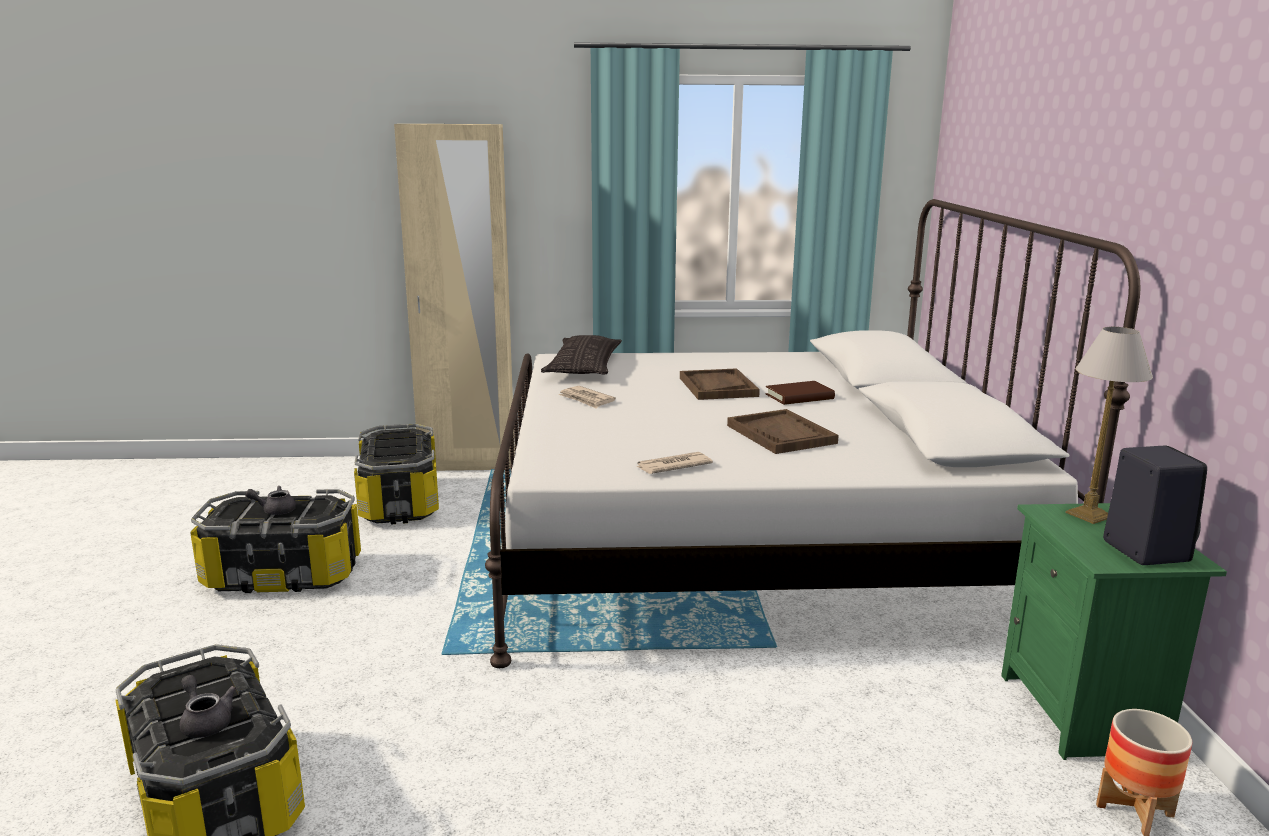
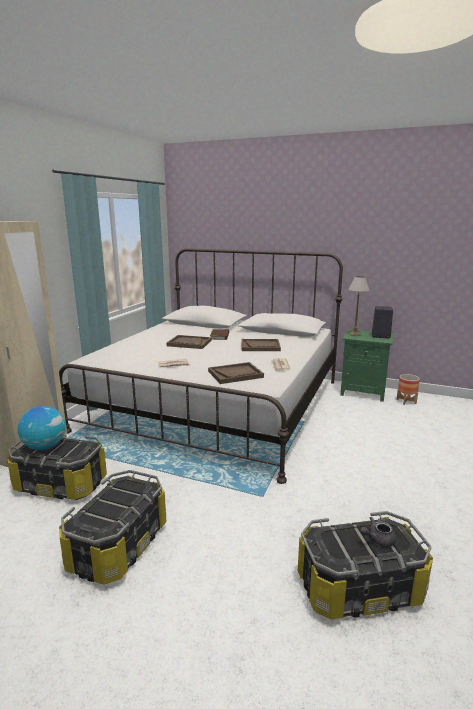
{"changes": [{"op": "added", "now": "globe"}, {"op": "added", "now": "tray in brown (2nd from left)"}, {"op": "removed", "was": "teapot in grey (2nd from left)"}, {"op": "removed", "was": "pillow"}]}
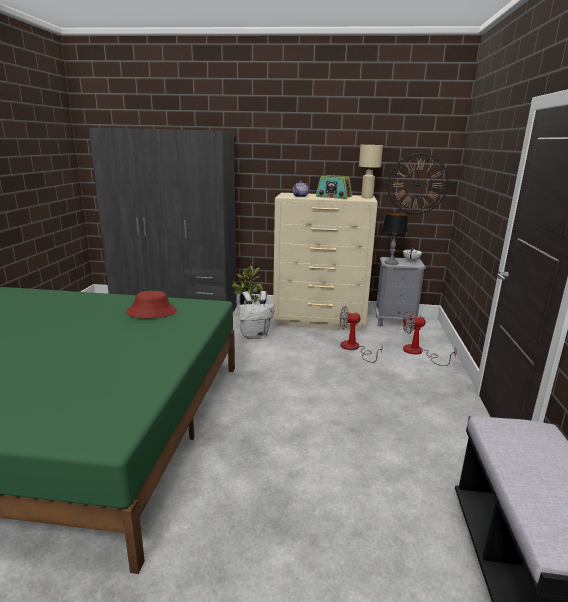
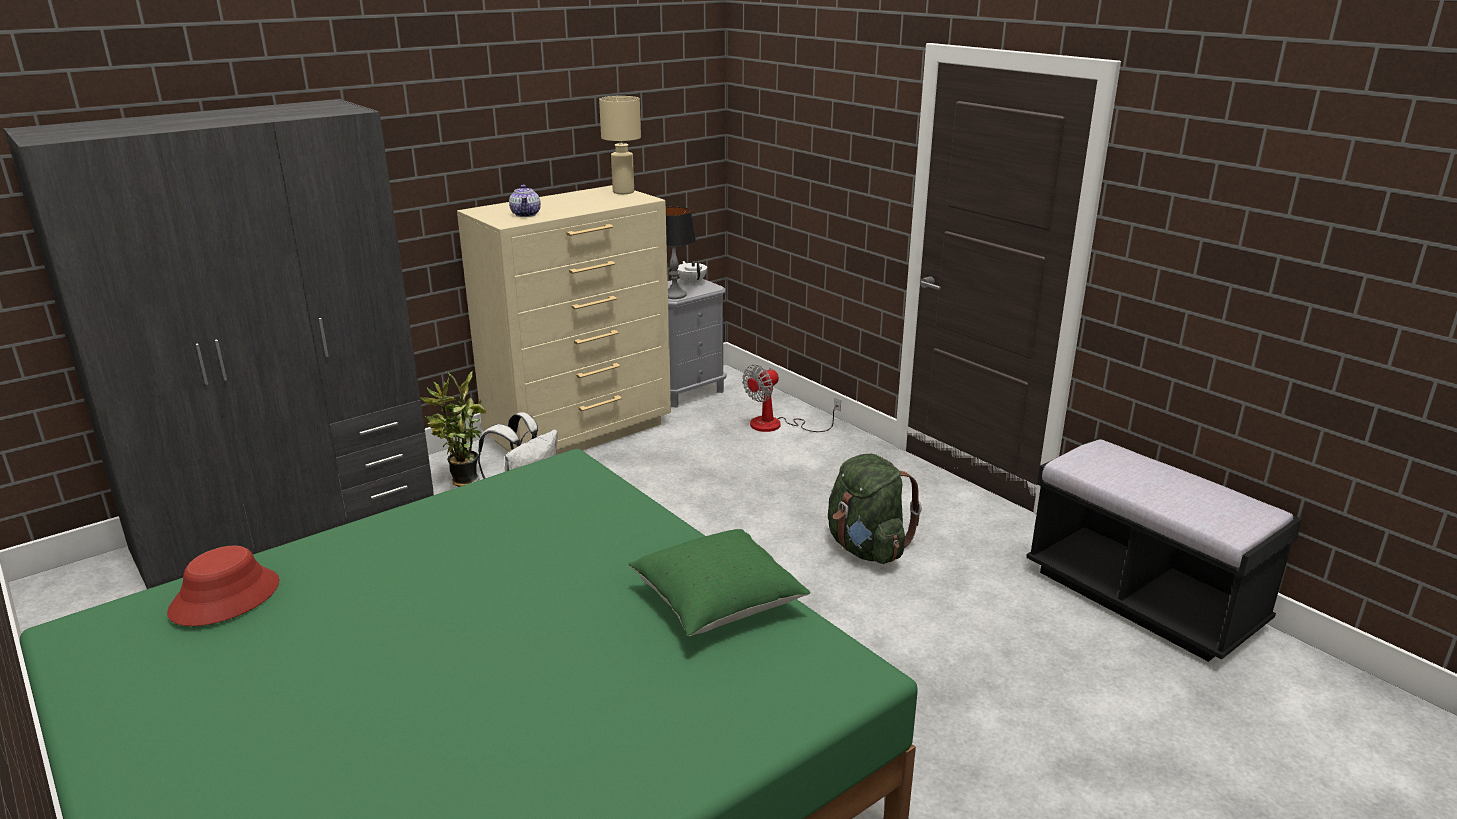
{"changes": [{"op": "moved", "was": "hat in red"}, {"op": "added", "now": "pillow in green"}, {"op": "added", "now": "backpack in green"}, {"op": "removed", "was": "radio"}, {"op": "removed", "was": "fan (1st from left)"}, {"op": "removed", "was": "wall clock"}]}
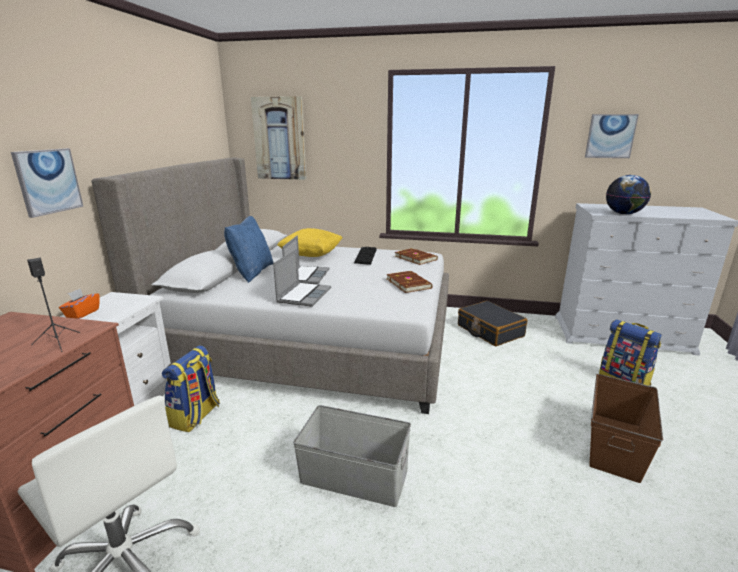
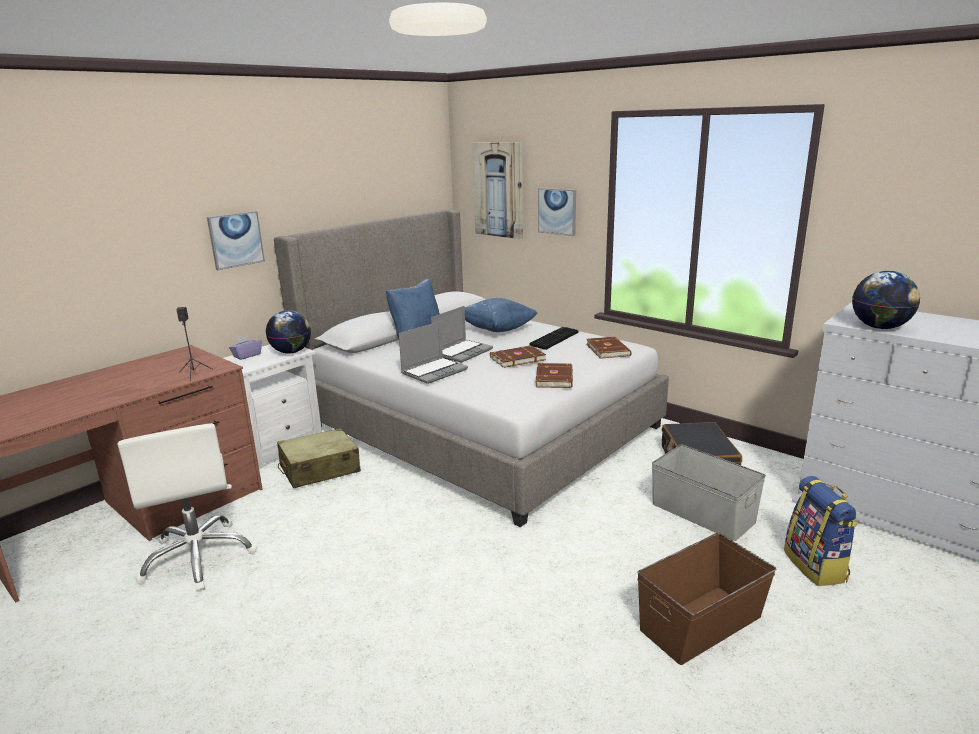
{"changes": [{"op": "recoloured", "was": "tissue box in orange", "now": "tissue box in purple"}, {"op": "added", "now": "globe (1st from left)"}, {"op": "replaced", "was": "backpack (1st from left)", "now": "suitcase in beige"}, {"op": "recoloured", "was": "pillow in yellow", "now": "pillow in blue (2nd from left)"}, {"op": "added", "now": "book in brown (1st from left)"}, {"op": "moved", "was": "picture (3rd from left)"}, {"op": "moved", "was": "storage box in grey"}]}
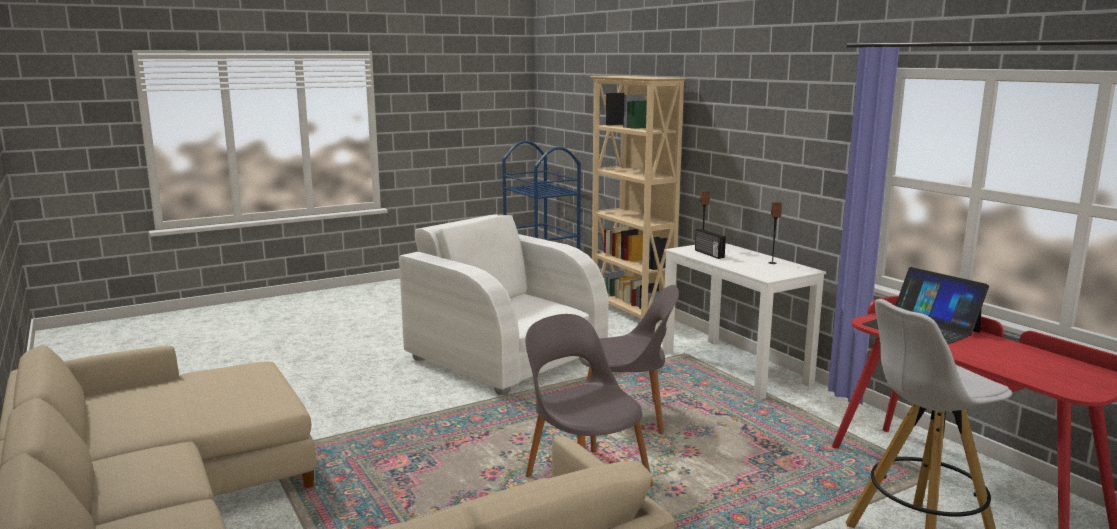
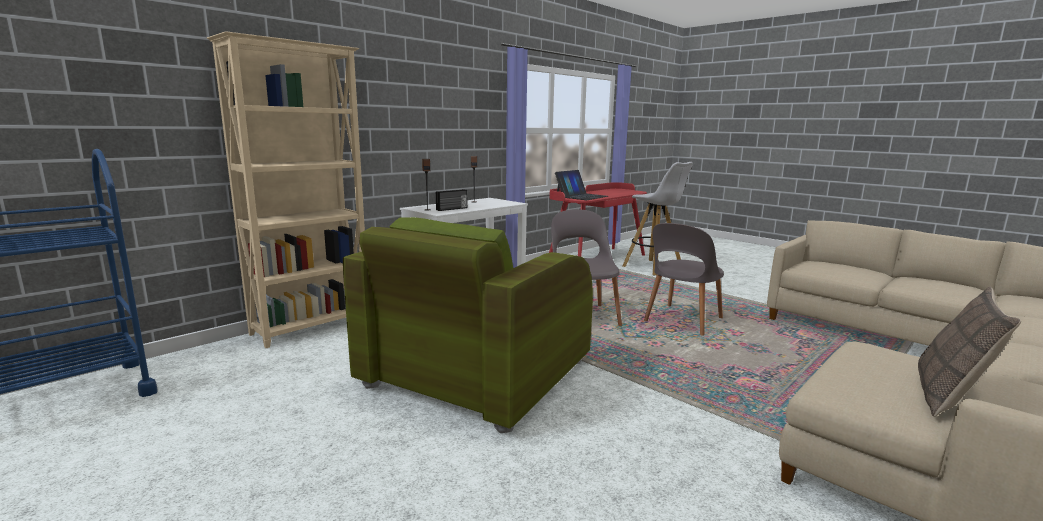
{"changes": [{"op": "recoloured", "was": "armchair in white", "now": "armchair in green"}, {"op": "added", "now": "pillow"}]}
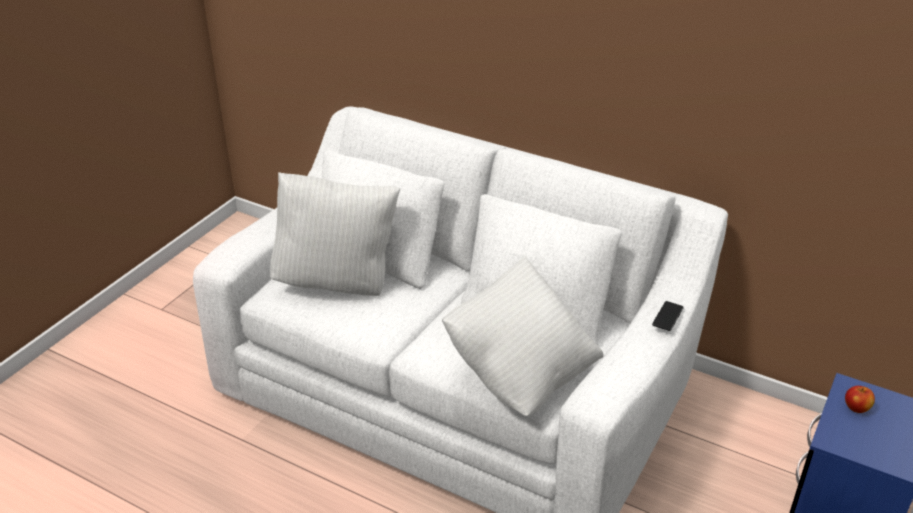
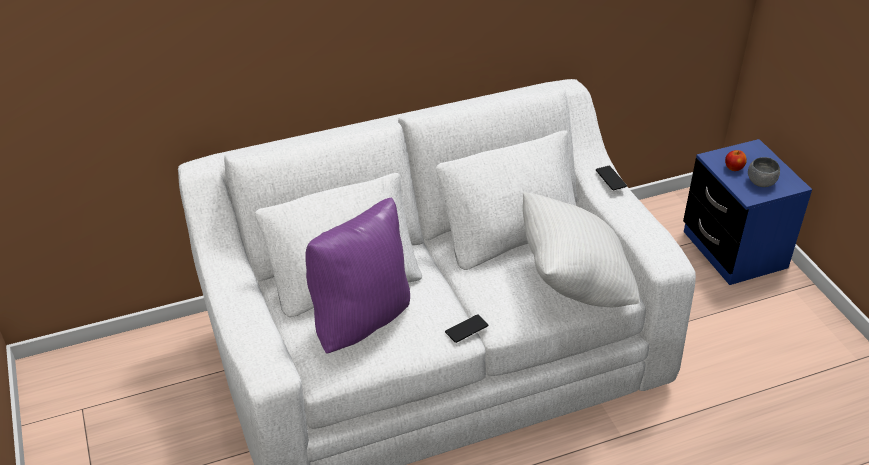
{"changes": [{"op": "recoloured", "was": "pillow in white (1st from left)", "now": "pillow in purple"}, {"op": "added", "now": "phone (1st from left)"}, {"op": "added", "now": "bowl in grey"}]}
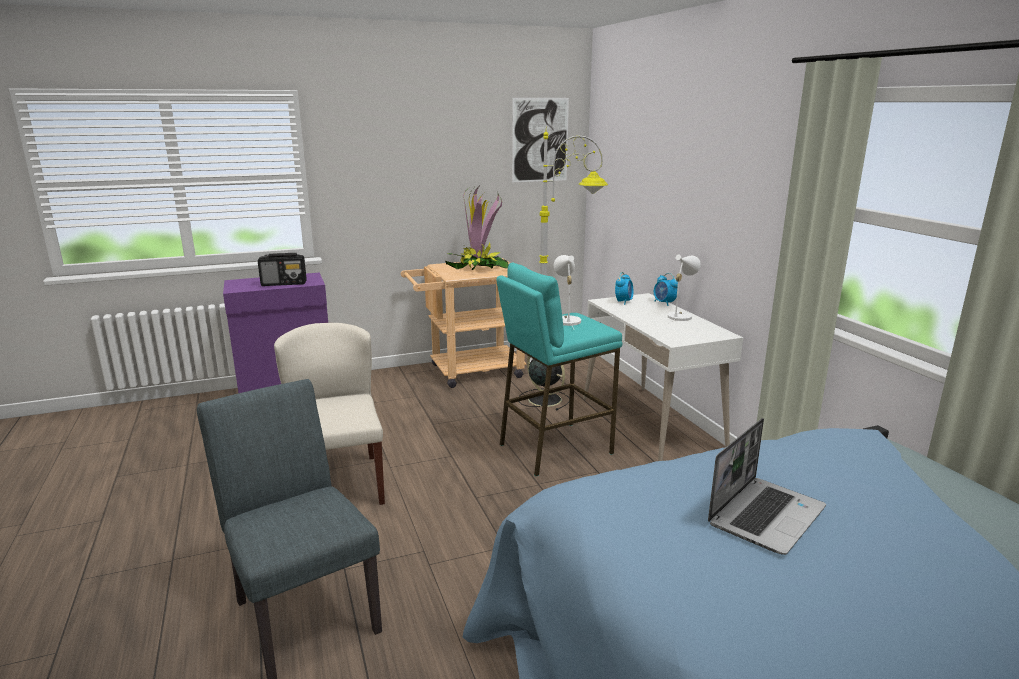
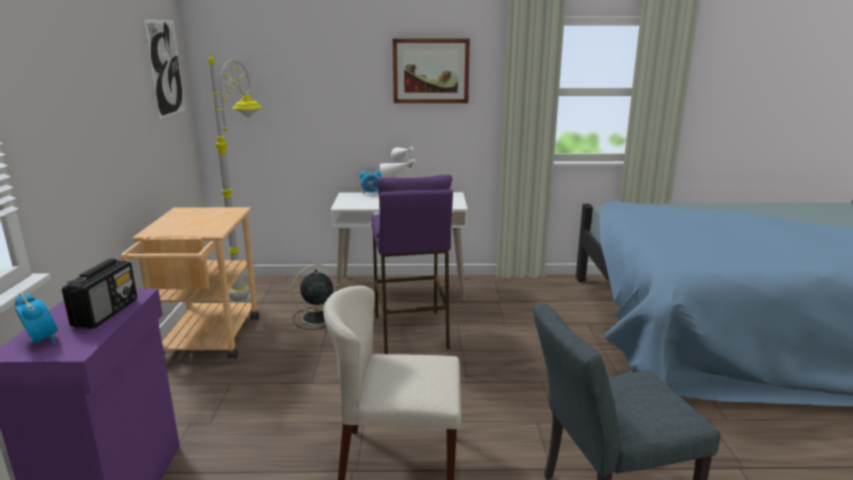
{"changes": [{"op": "moved", "was": "alarm clock (1st from left)"}, {"op": "recoloured", "was": "stool in turquoise", "now": "stool in purple"}, {"op": "added", "now": "picture (2nd from left)"}, {"op": "removed", "was": "potted plant"}, {"op": "removed", "was": "laptop"}]}
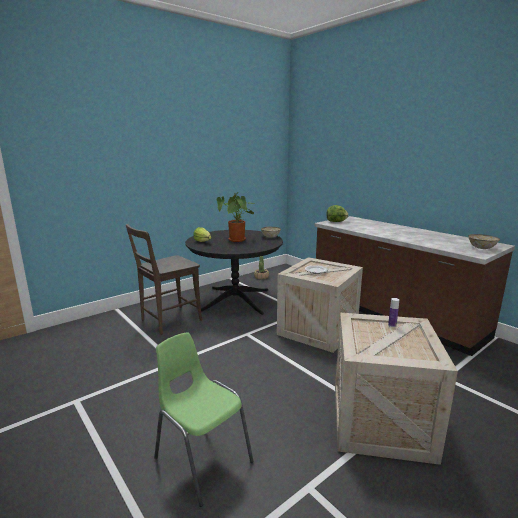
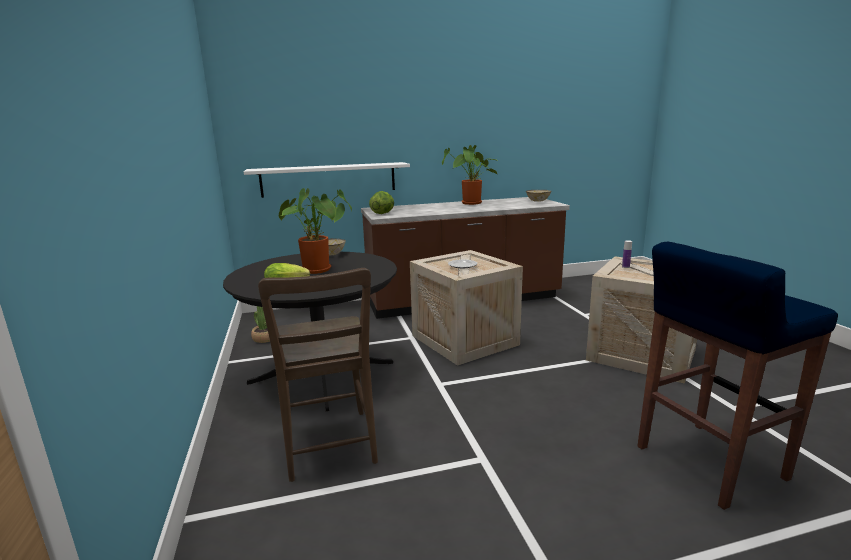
{"changes": [{"op": "added", "now": "shelf in white"}, {"op": "added", "now": "potted plant (3rd from left)"}, {"op": "replaced", "was": "chair in green", "now": "stool in blue"}]}
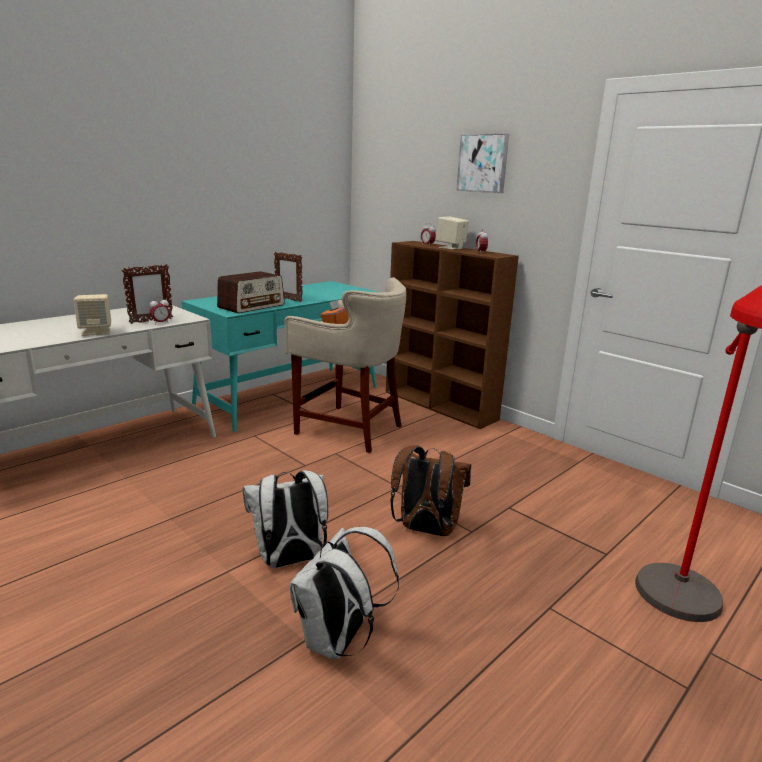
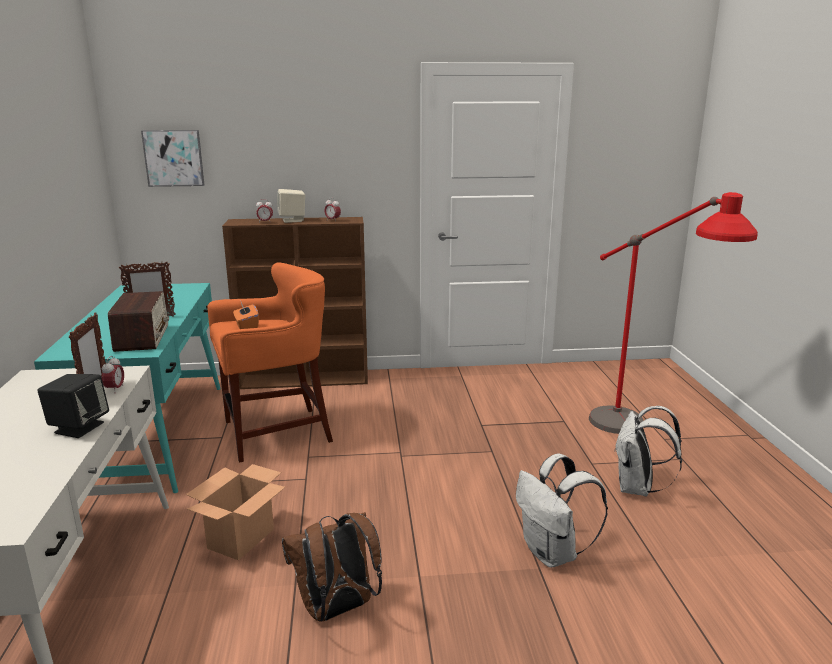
{"changes": [{"op": "recoloured", "was": "speaker in beige (1st from left)", "now": "speaker in black"}, {"op": "moved", "was": "picture"}, {"op": "added", "now": "cardboard box"}, {"op": "recoloured", "was": "stool in beige", "now": "stool in orange"}, {"op": "moved", "was": "backpack in brown"}, {"op": "moved", "was": "backpack in white (1st from left in the first image)", "now": "backpack in white (2nd from left)"}]}
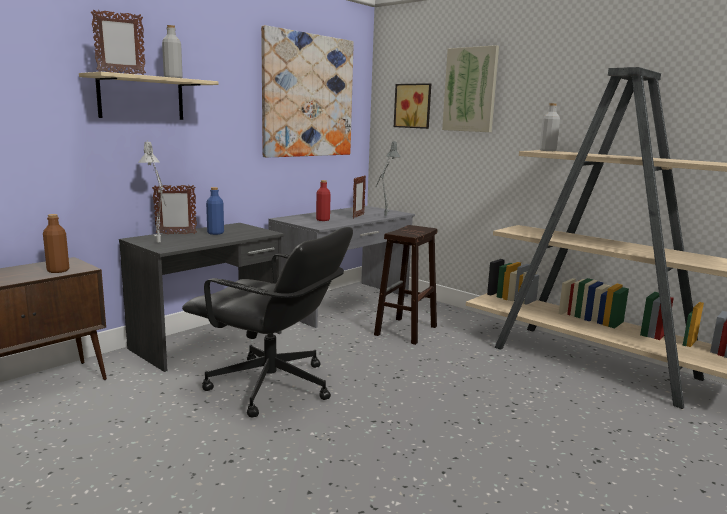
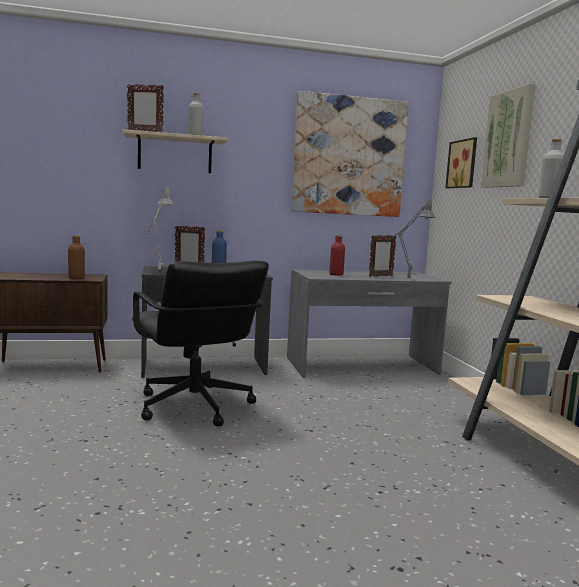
{"changes": [{"op": "removed", "was": "stool in brown"}]}
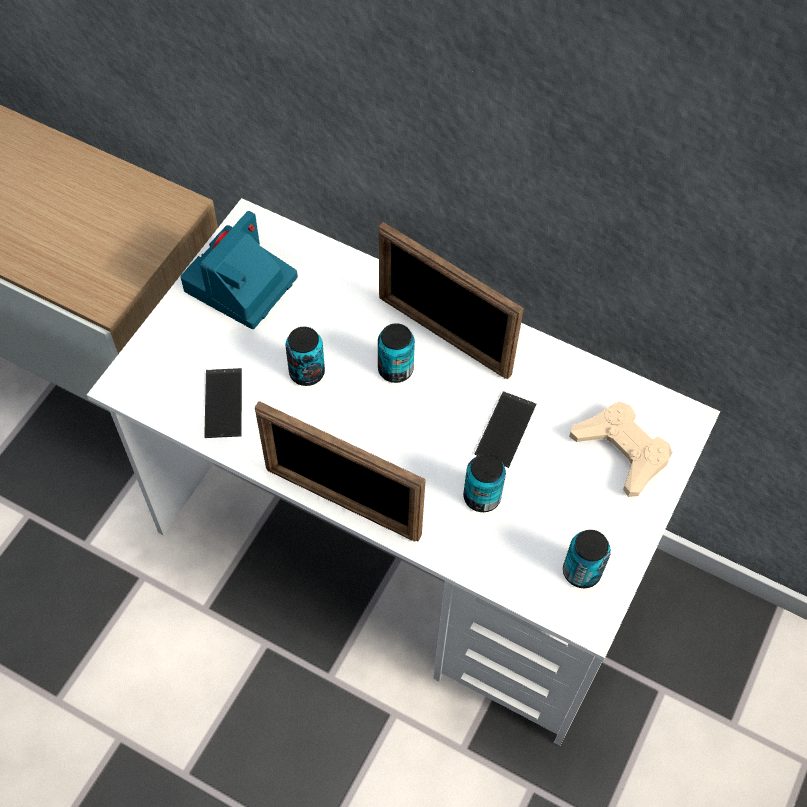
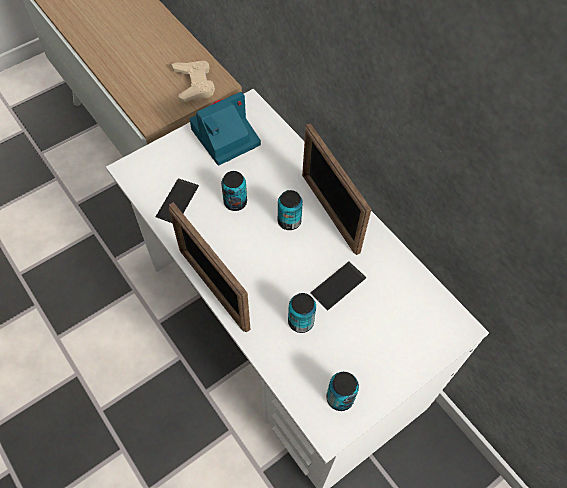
{"changes": [{"op": "moved", "was": "game controller in beige"}]}
